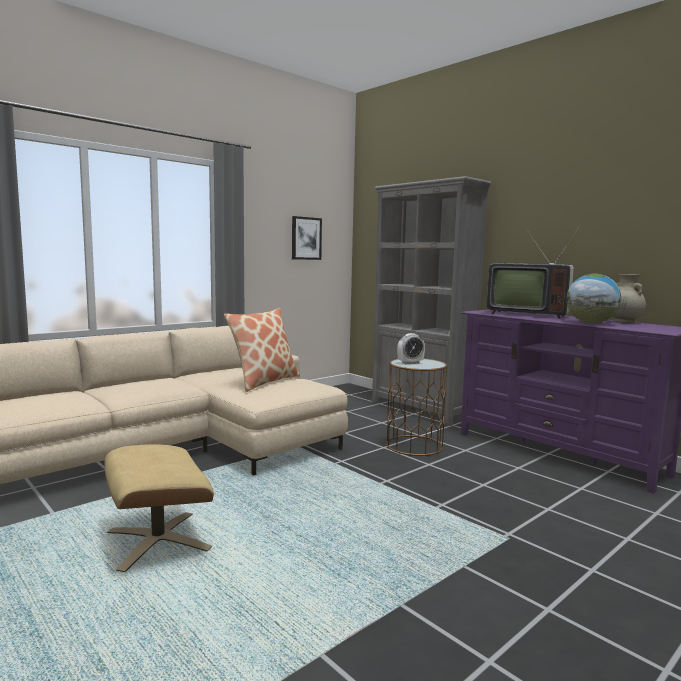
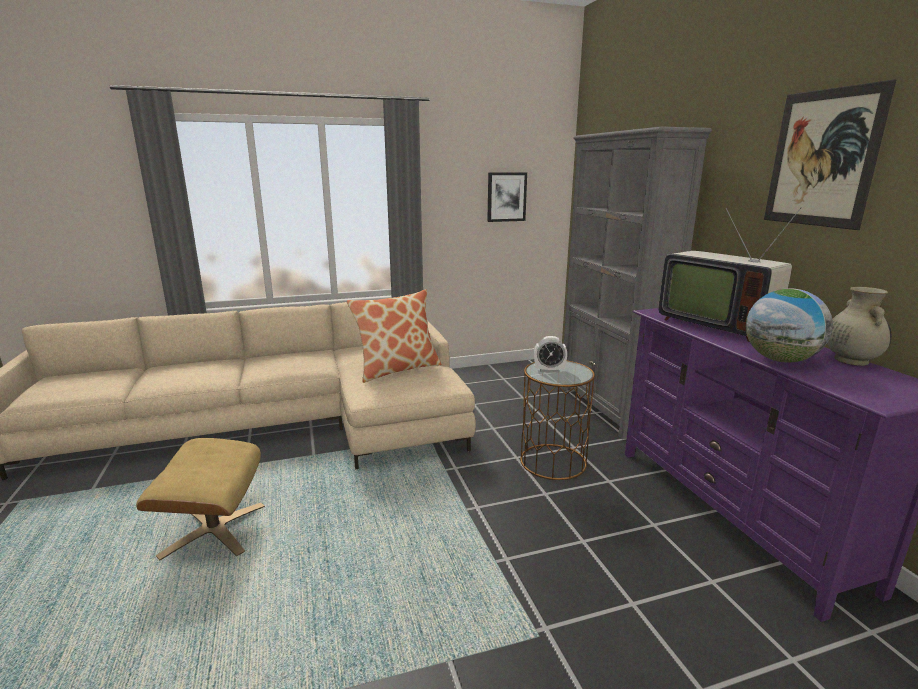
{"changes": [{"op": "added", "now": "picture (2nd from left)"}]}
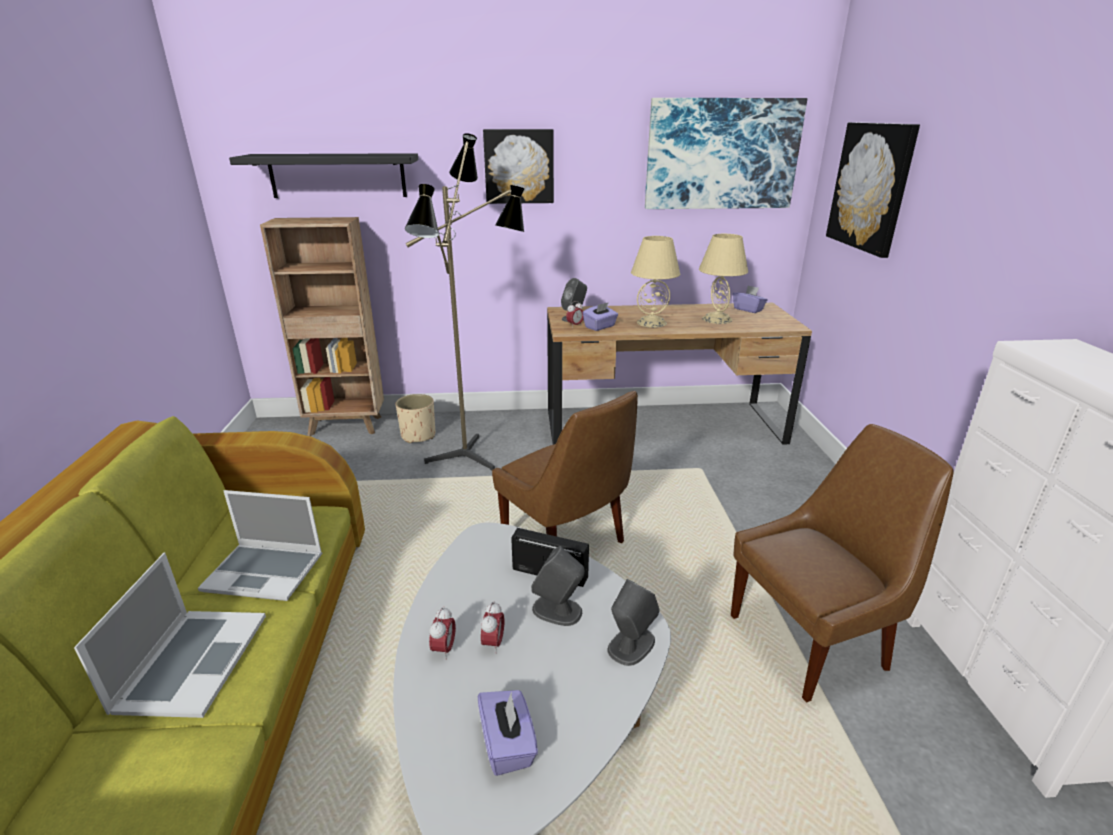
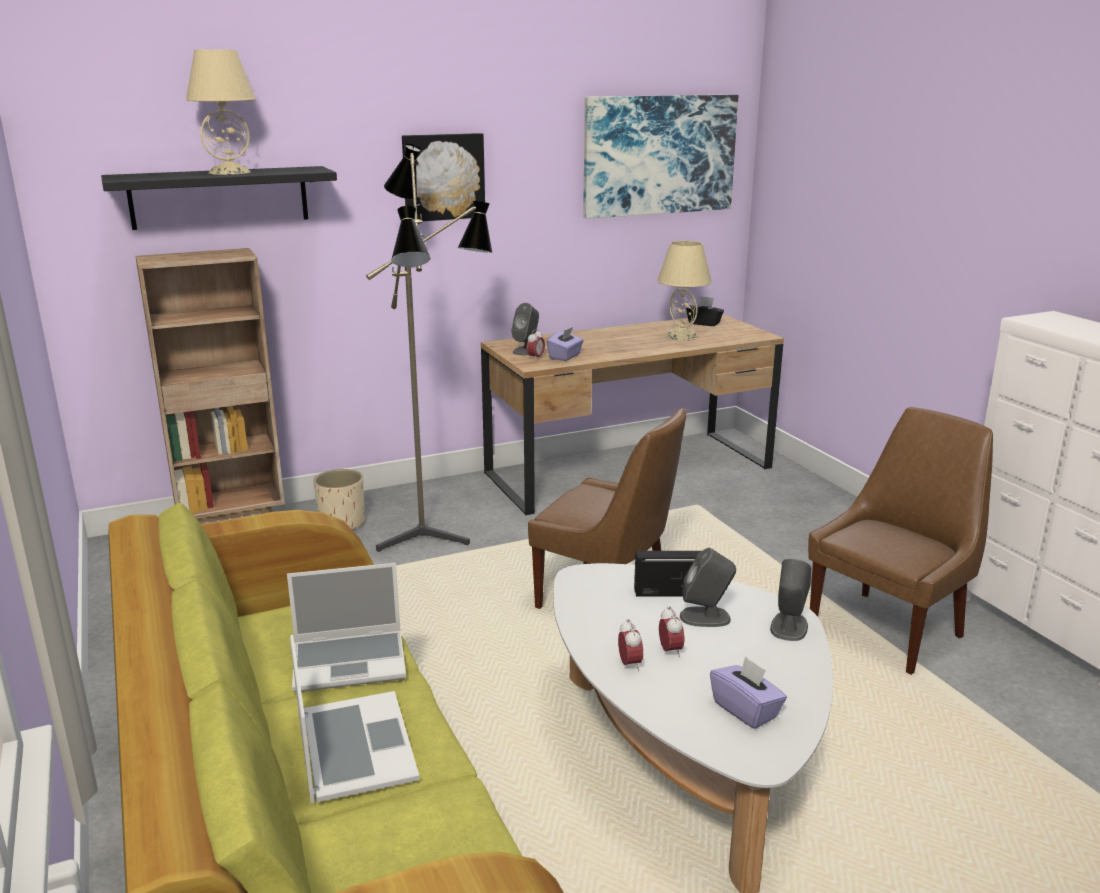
{"changes": [{"op": "moved", "was": "table lamp in beige (1st from left)"}, {"op": "recoloured", "was": "tissue box in purple (3rd from left)", "now": "tissue box in black"}, {"op": "removed", "was": "picture (3rd from left)"}]}
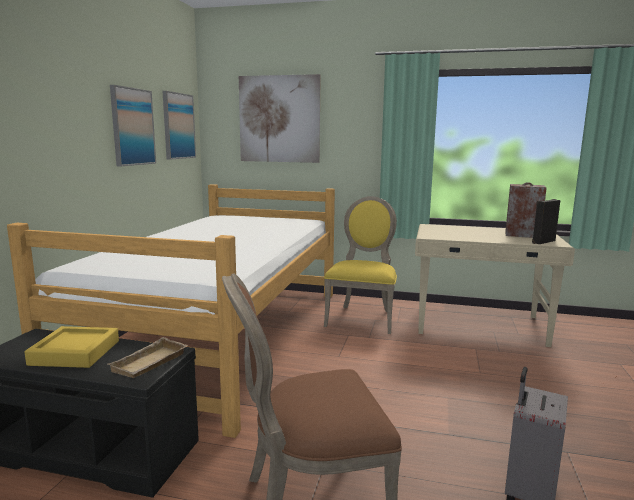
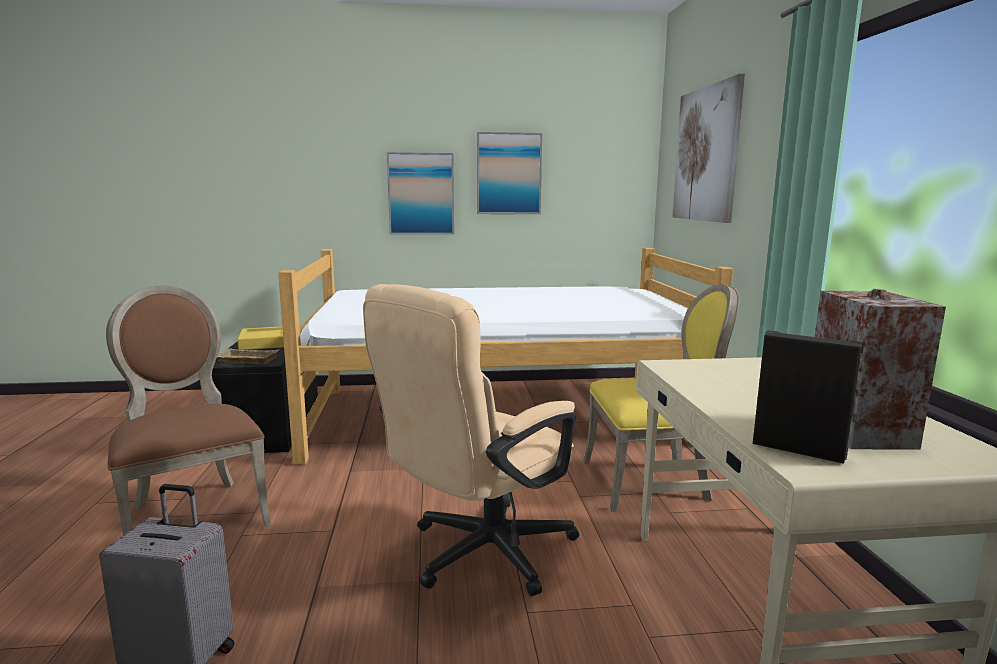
{"changes": [{"op": "added", "now": "office chair in beige"}, {"op": "moved", "was": "picture (2nd from left in the first image)", "now": "picture (1st from left)"}]}
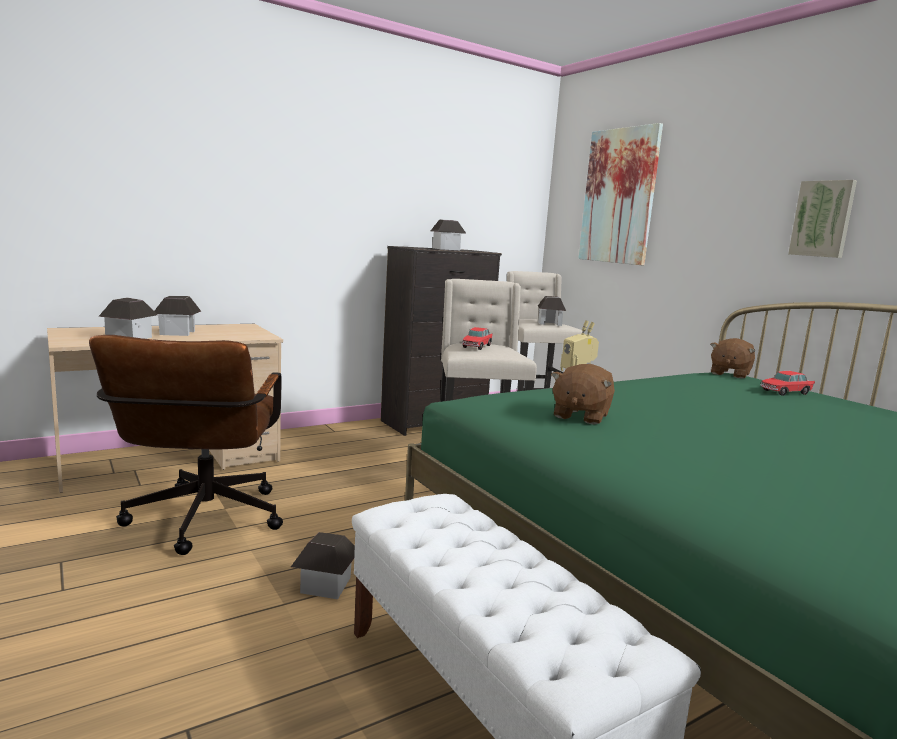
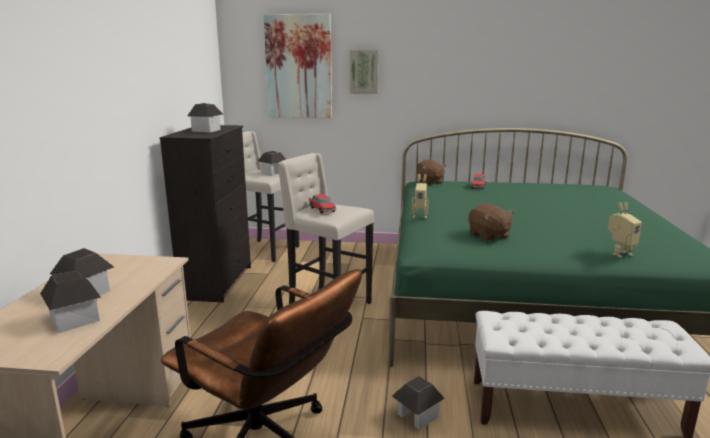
{"changes": [{"op": "moved", "was": "picture (2nd from left)"}, {"op": "added", "now": "toy robot (2nd from left)"}]}
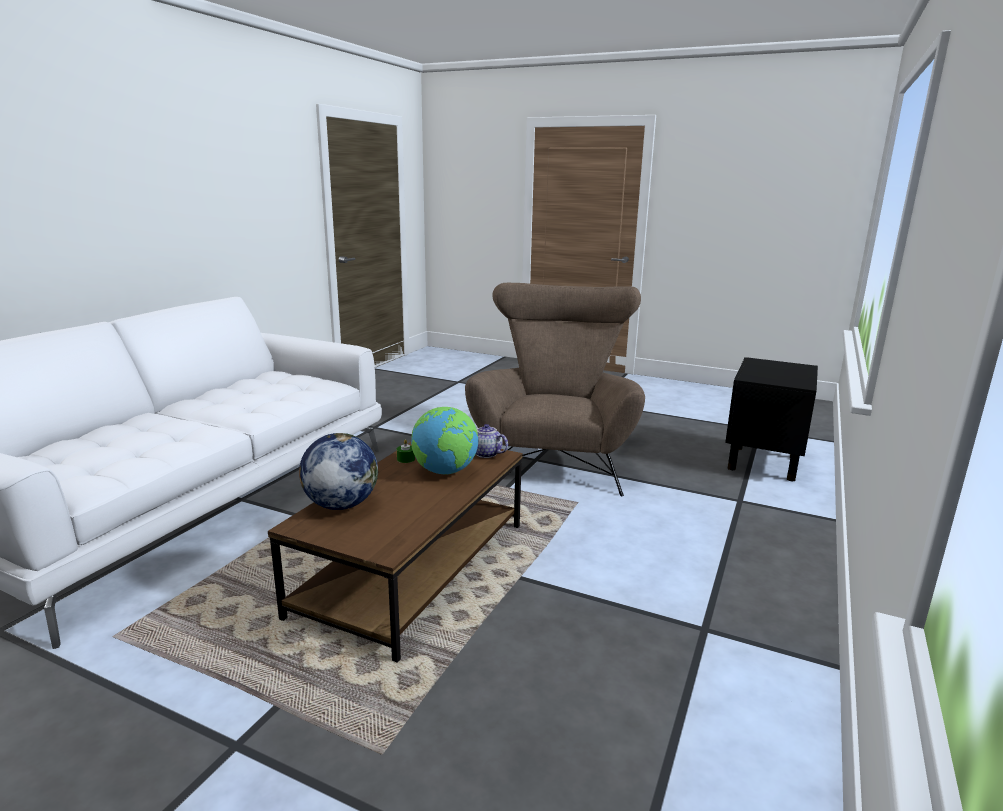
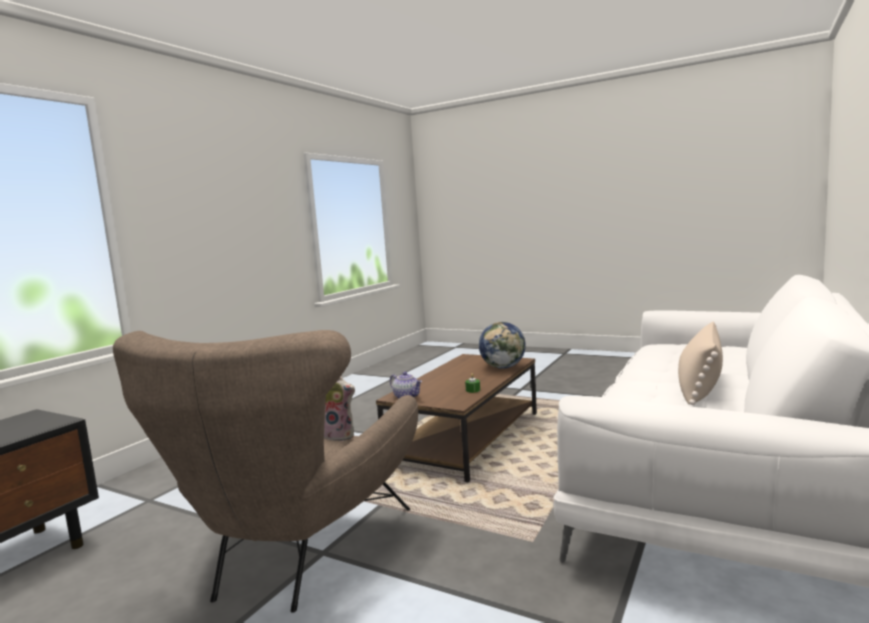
{"changes": [{"op": "added", "now": "plush toy"}, {"op": "added", "now": "pillow in beige"}, {"op": "removed", "was": "globe (2nd from left)"}]}
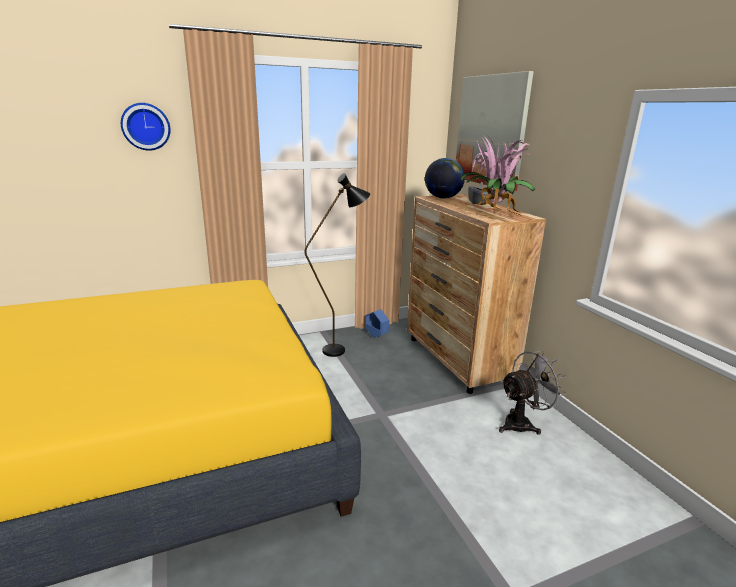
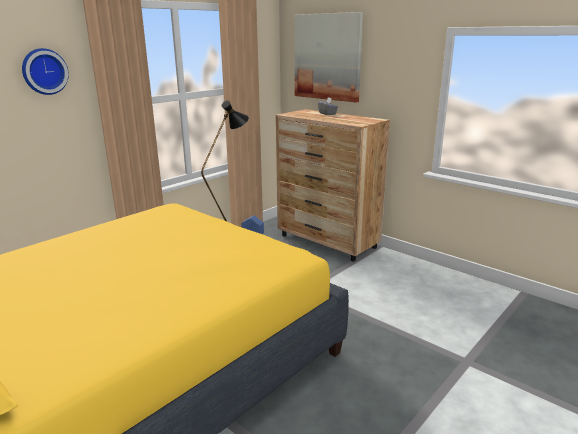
{"changes": [{"op": "removed", "was": "globe"}, {"op": "removed", "was": "potted plant"}, {"op": "removed", "was": "fan in grey"}]}
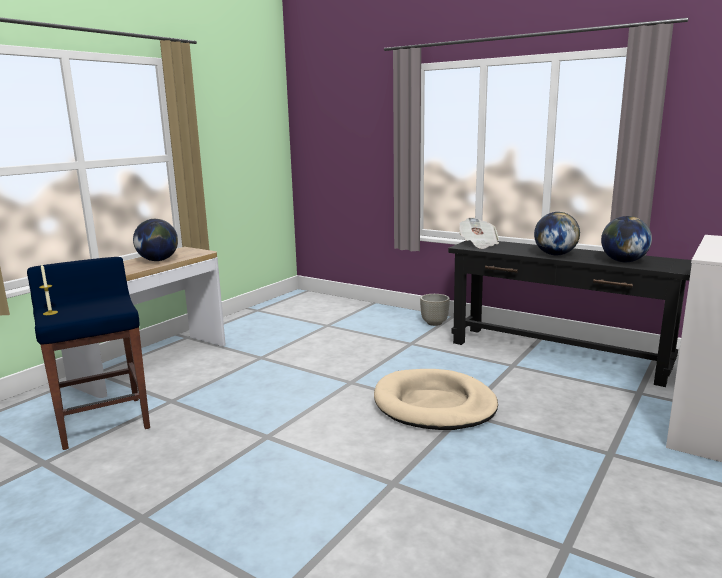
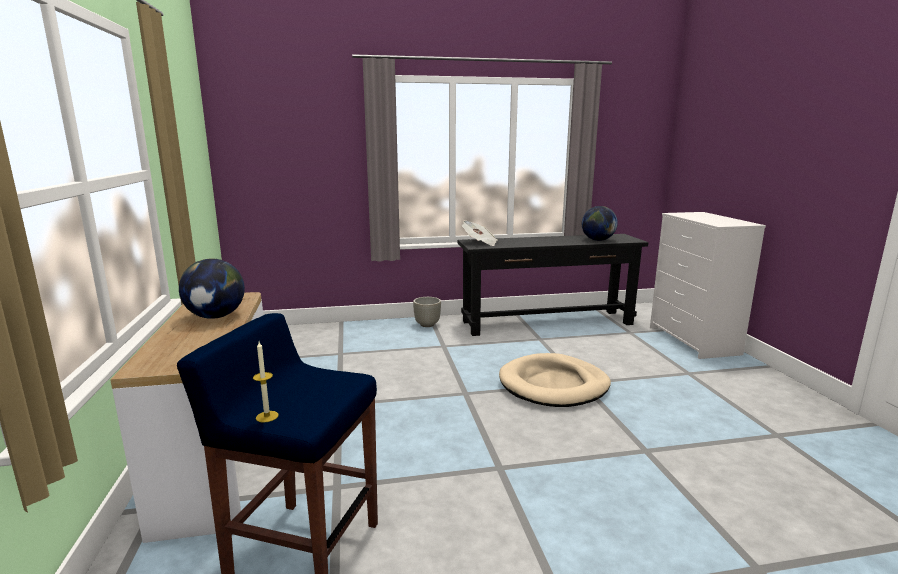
{"changes": [{"op": "removed", "was": "globe (2nd from left)"}]}
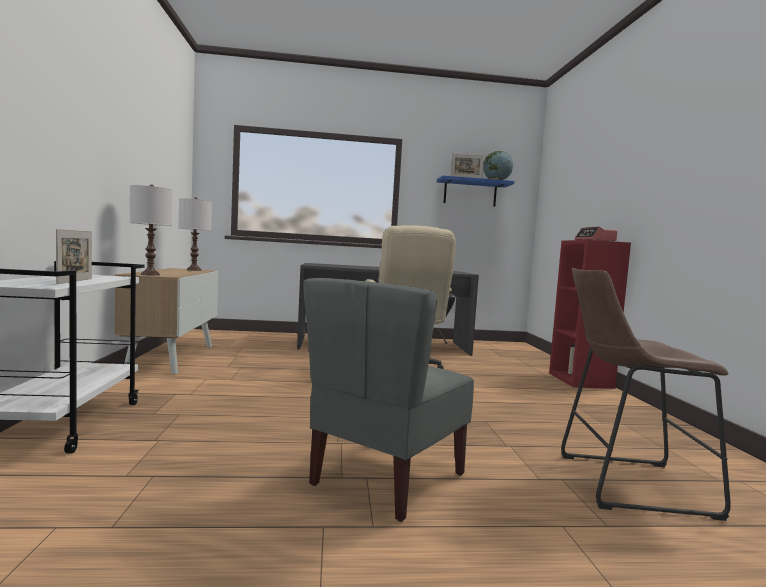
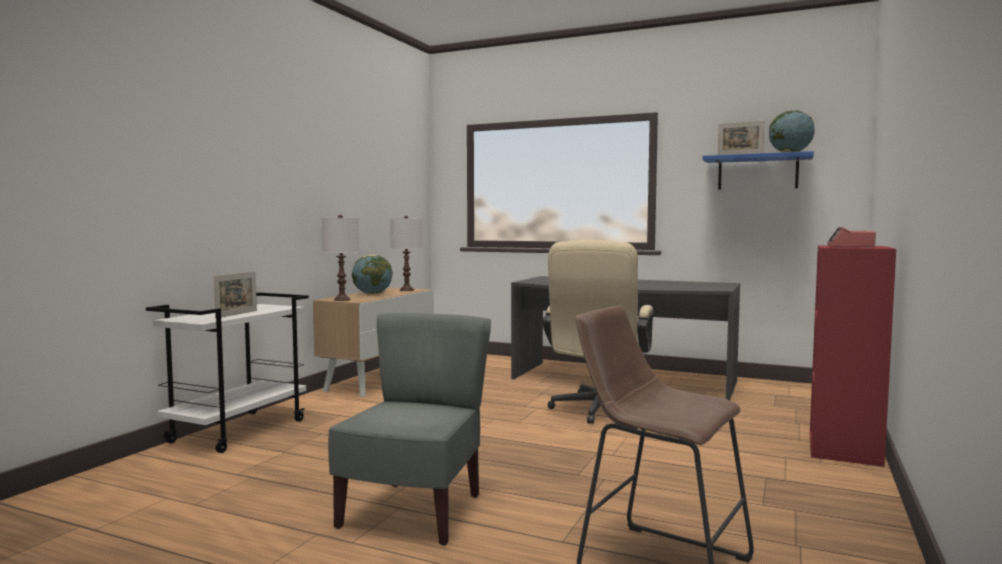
{"changes": [{"op": "turned", "was": "chair in grey", "clockwise": 135}, {"op": "added", "now": "globe (1st from left)"}]}
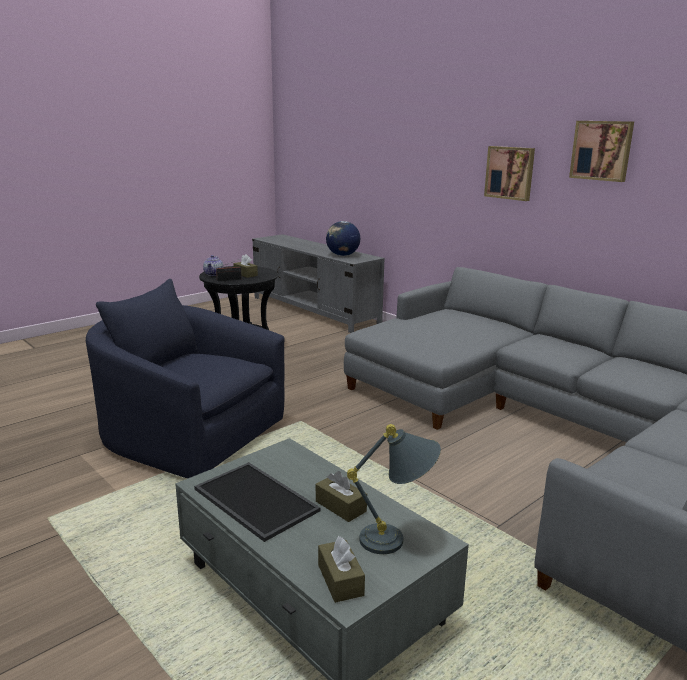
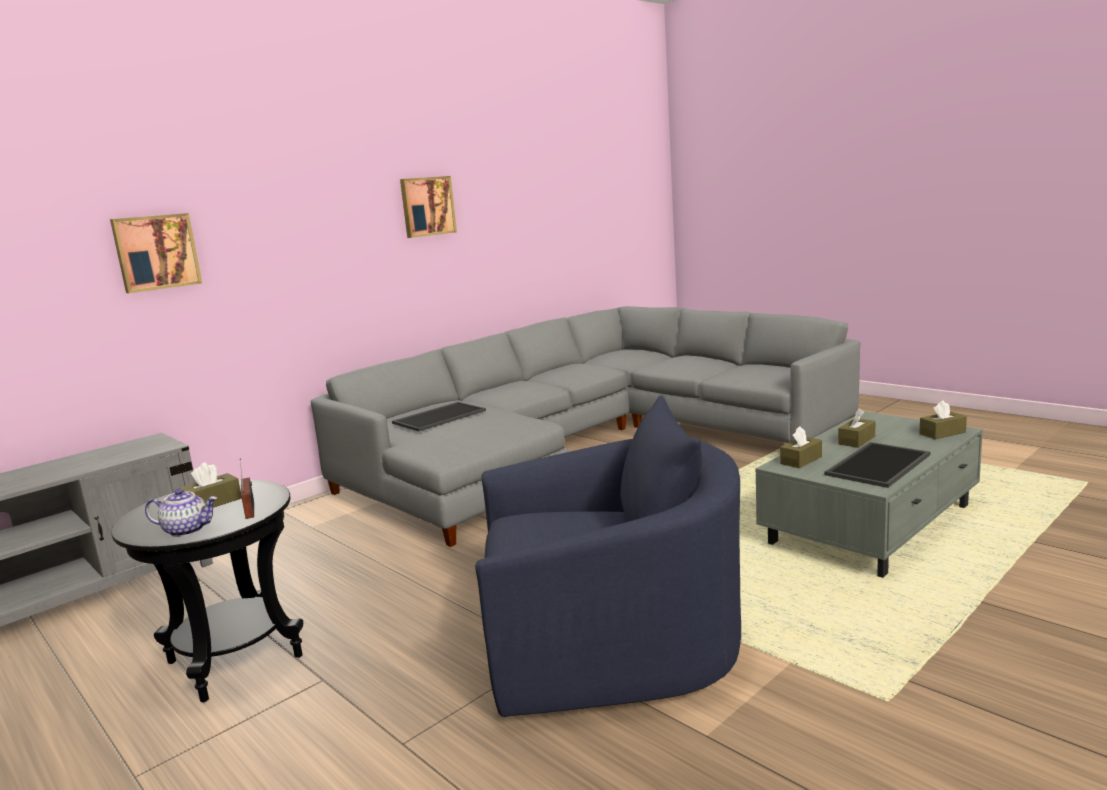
{"changes": [{"op": "moved", "was": "picture (1st from left)"}, {"op": "added", "now": "tray (1st from left)"}, {"op": "turned", "was": "armchair in blue", "clockwise": -120}, {"op": "added", "now": "tissue box in brown (2nd from left)"}, {"op": "removed", "was": "globe"}, {"op": "removed", "was": "table lamp in grey"}]}
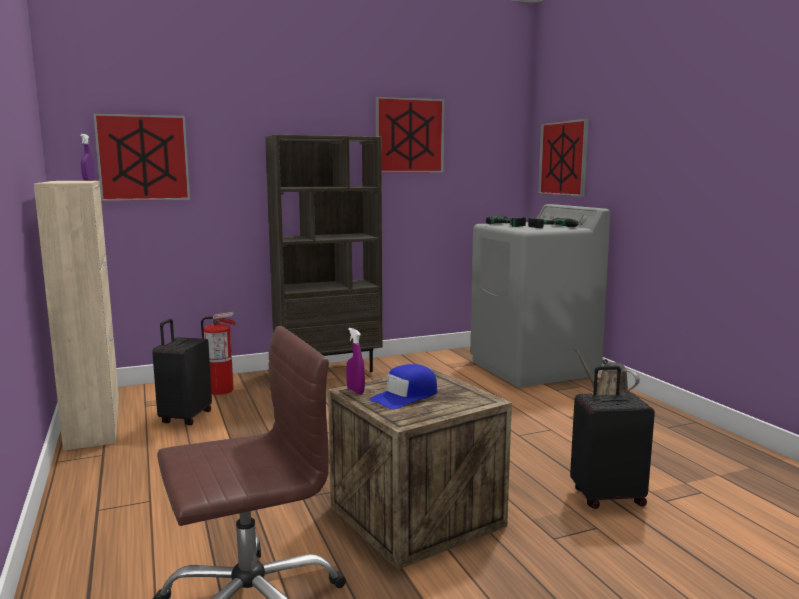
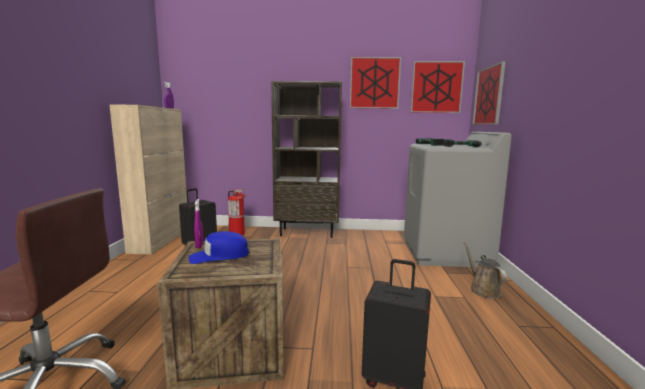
{"changes": [{"op": "moved", "was": "picture (1st from left in the first image)", "now": "picture (2nd from left)"}]}
